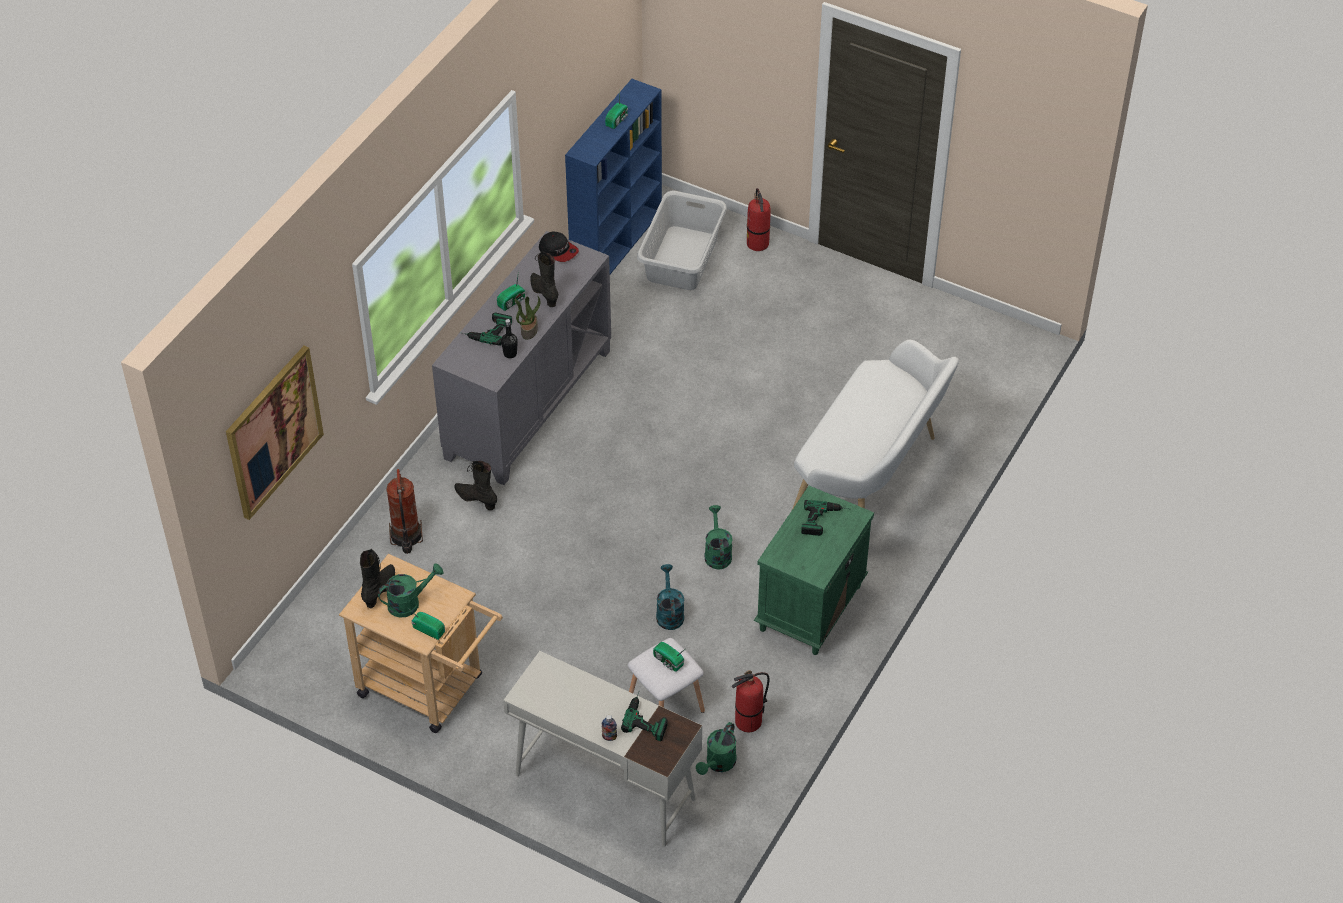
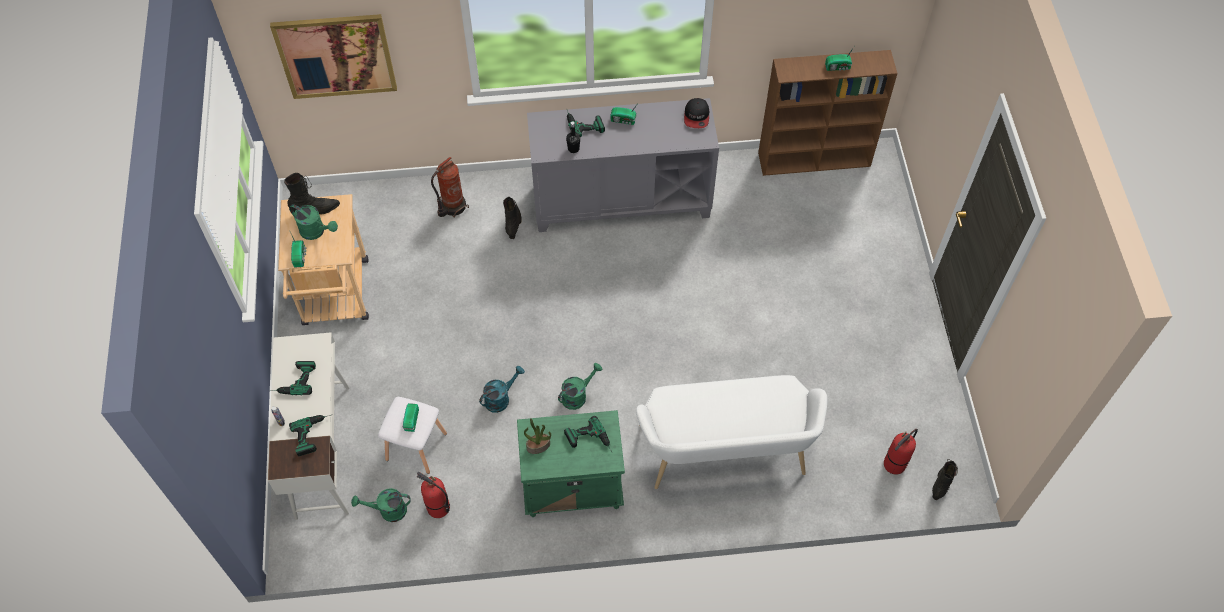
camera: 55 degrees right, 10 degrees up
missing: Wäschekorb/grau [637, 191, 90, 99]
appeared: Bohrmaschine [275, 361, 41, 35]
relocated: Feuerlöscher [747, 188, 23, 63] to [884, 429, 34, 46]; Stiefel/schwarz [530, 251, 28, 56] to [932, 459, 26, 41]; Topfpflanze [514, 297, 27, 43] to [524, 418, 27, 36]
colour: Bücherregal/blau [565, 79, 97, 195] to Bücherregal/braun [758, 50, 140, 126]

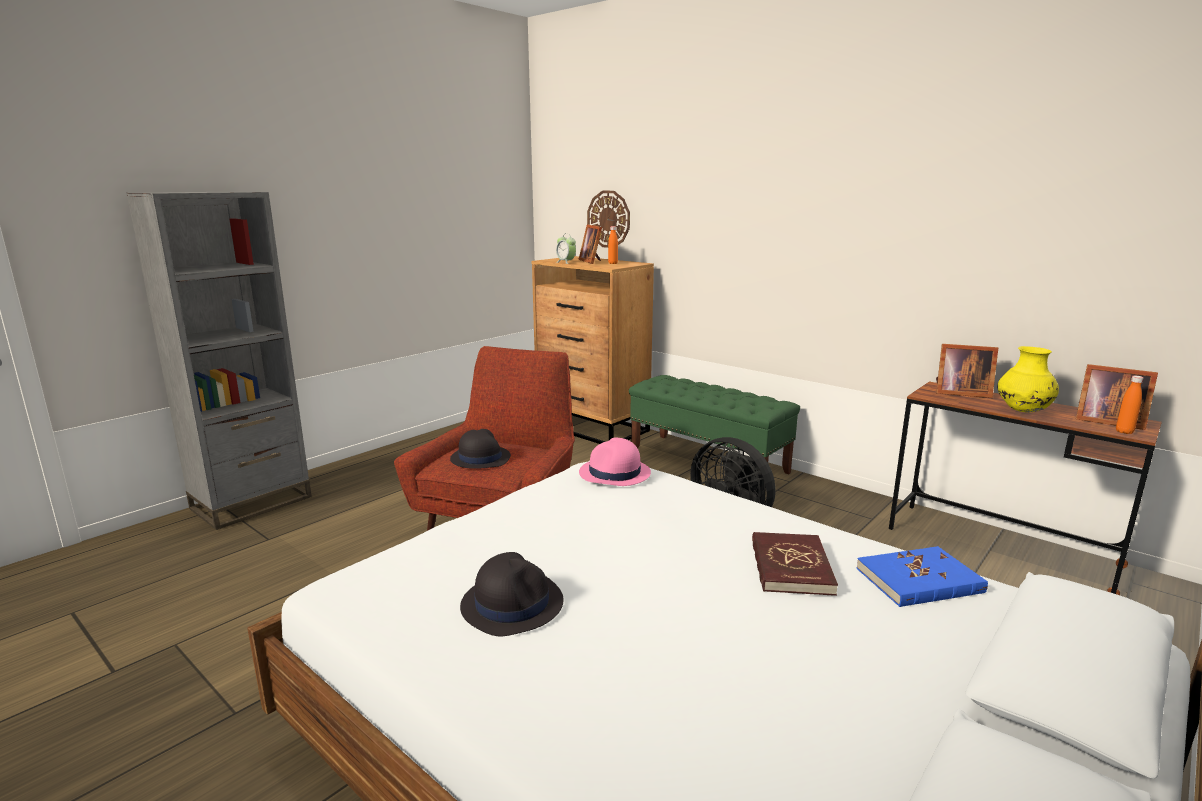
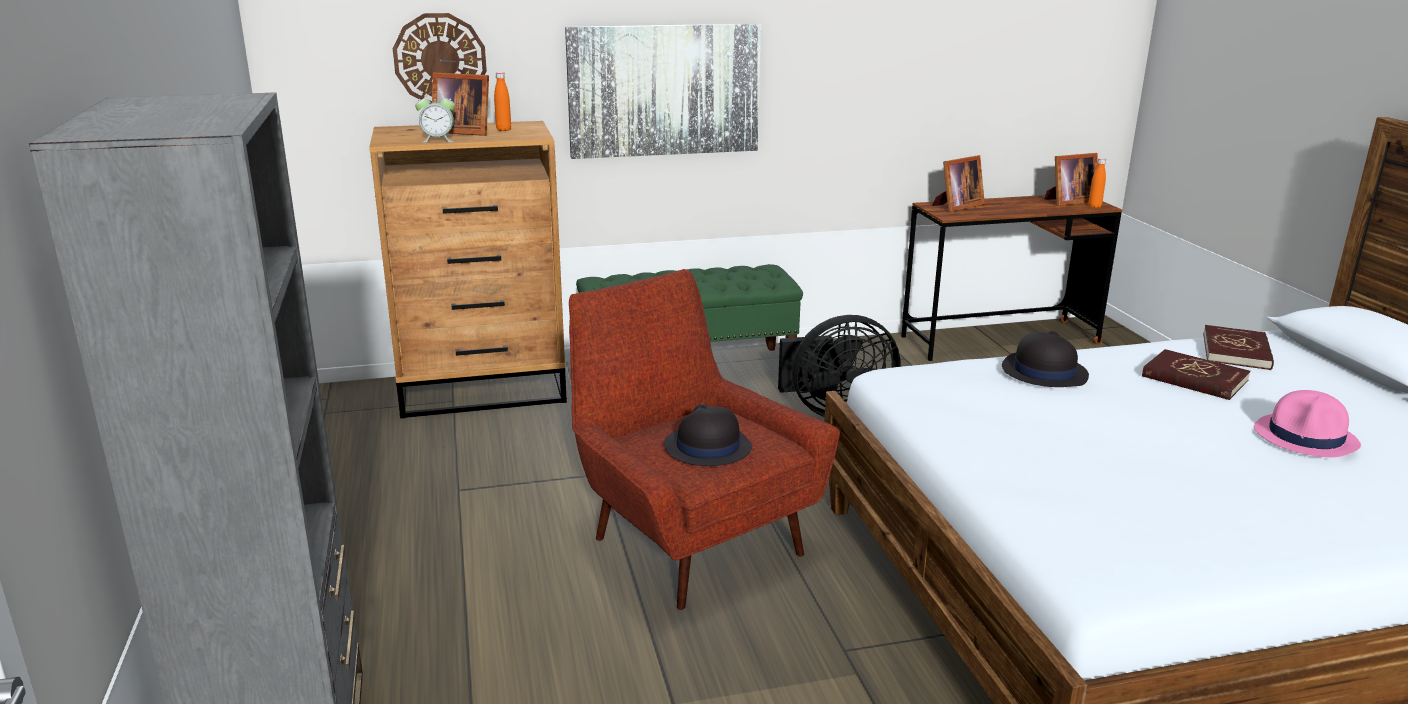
camera: 55 degrees left, 5 degrees up
missing: Vase/gelb [997, 346, 62, 66]
appeared: Bild [565, 24, 196, 135]
relocated: Hut/rosa [579, 438, 72, 48] to [1254, 390, 107, 67]; Hut/schwarz [460, 552, 104, 84] to [1002, 331, 87, 56]
colour: Buch/blau [856, 546, 132, 61] to Buch/rot [1203, 325, 71, 45]

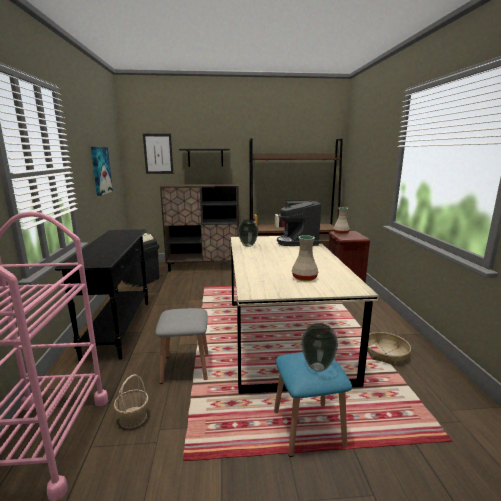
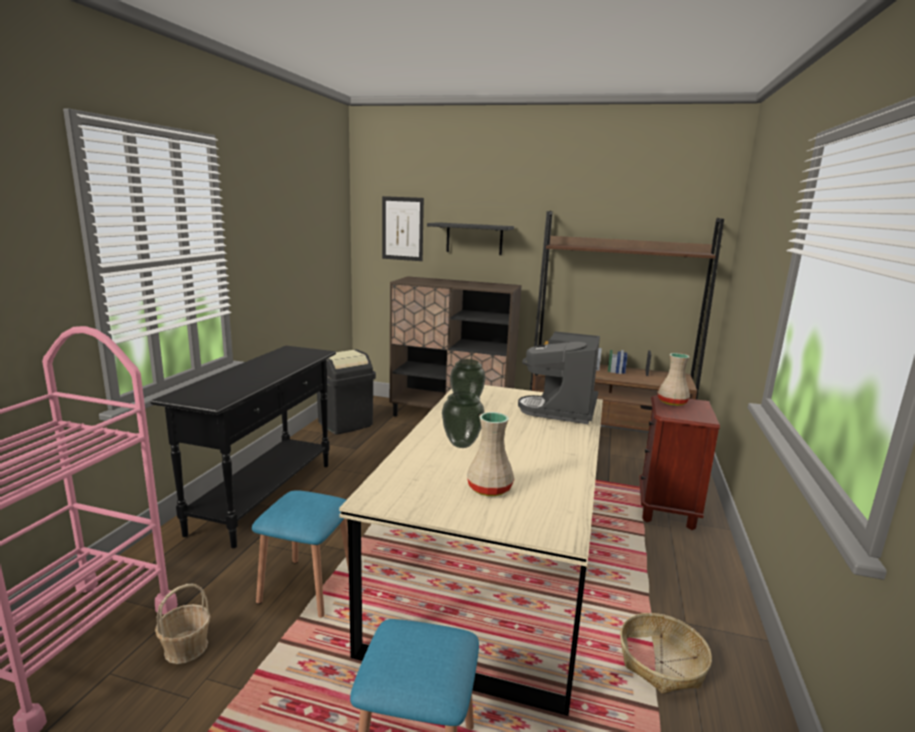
camera: 20 degrees right, 0 degrees up
missing: Bild [91, 147, 22, 49]
relocated: Vase [301, 323, 37, 49] to [442, 391, 43, 57]
colour: Hocker/grau [155, 308, 53, 76] to Hocker/blau [252, 490, 97, 128]

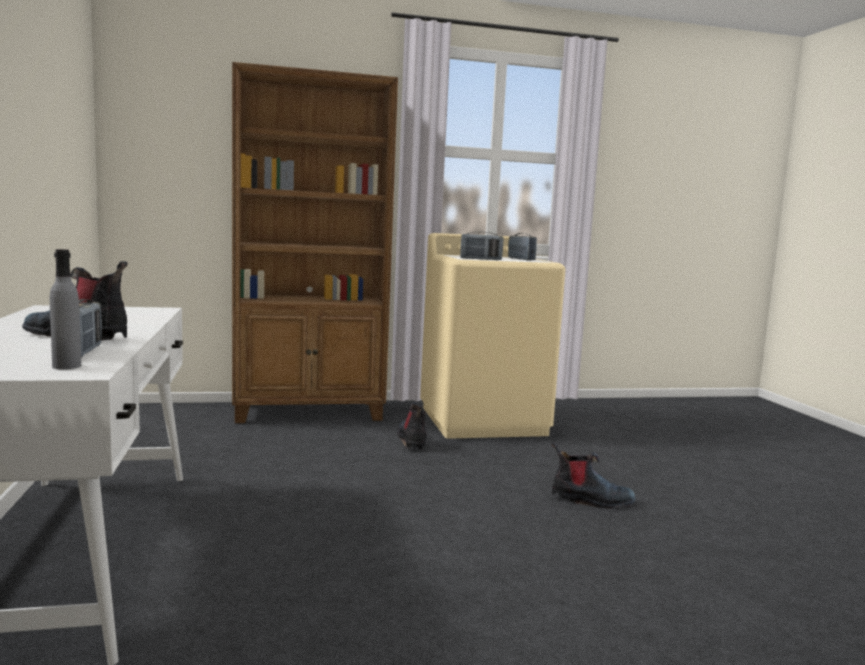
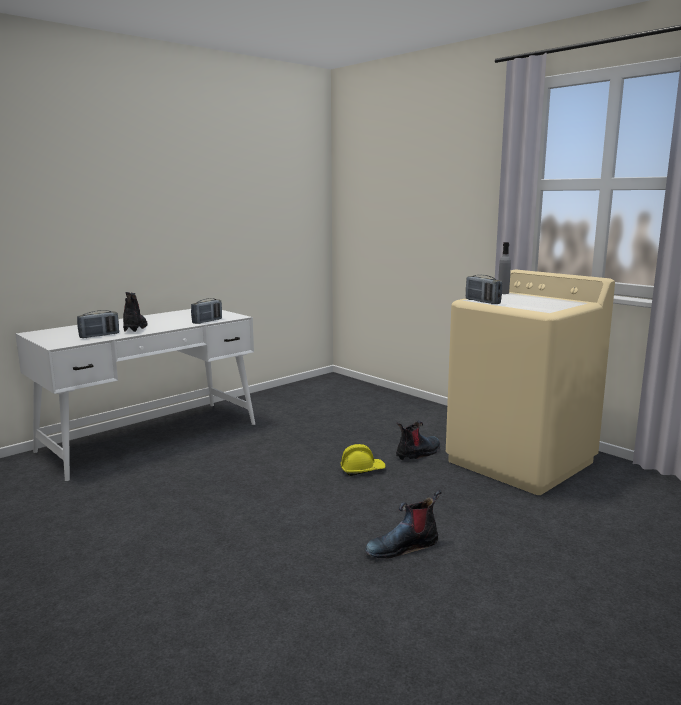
camera: 60 degrees right, 5 degrees up
missing: Bücherregal/braun [232, 62, 166, 361]
appeared: Schutzhelm/gelb [341, 444, 45, 32]
relocated: Radio [508, 233, 29, 28] to [191, 298, 31, 26]; Flasche/grau [50, 249, 31, 120] to [498, 242, 13, 52]
spun: Stiefel [551, 441, 85, 68] = [365, 490, 77, 69] 90 degrees clockwise

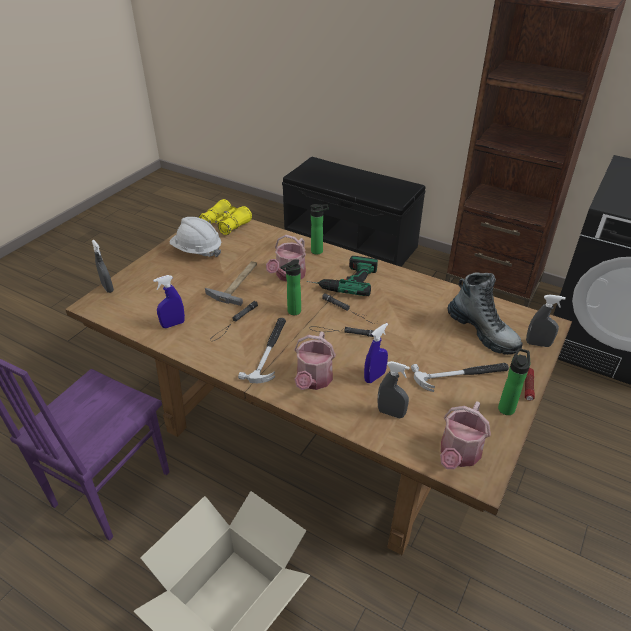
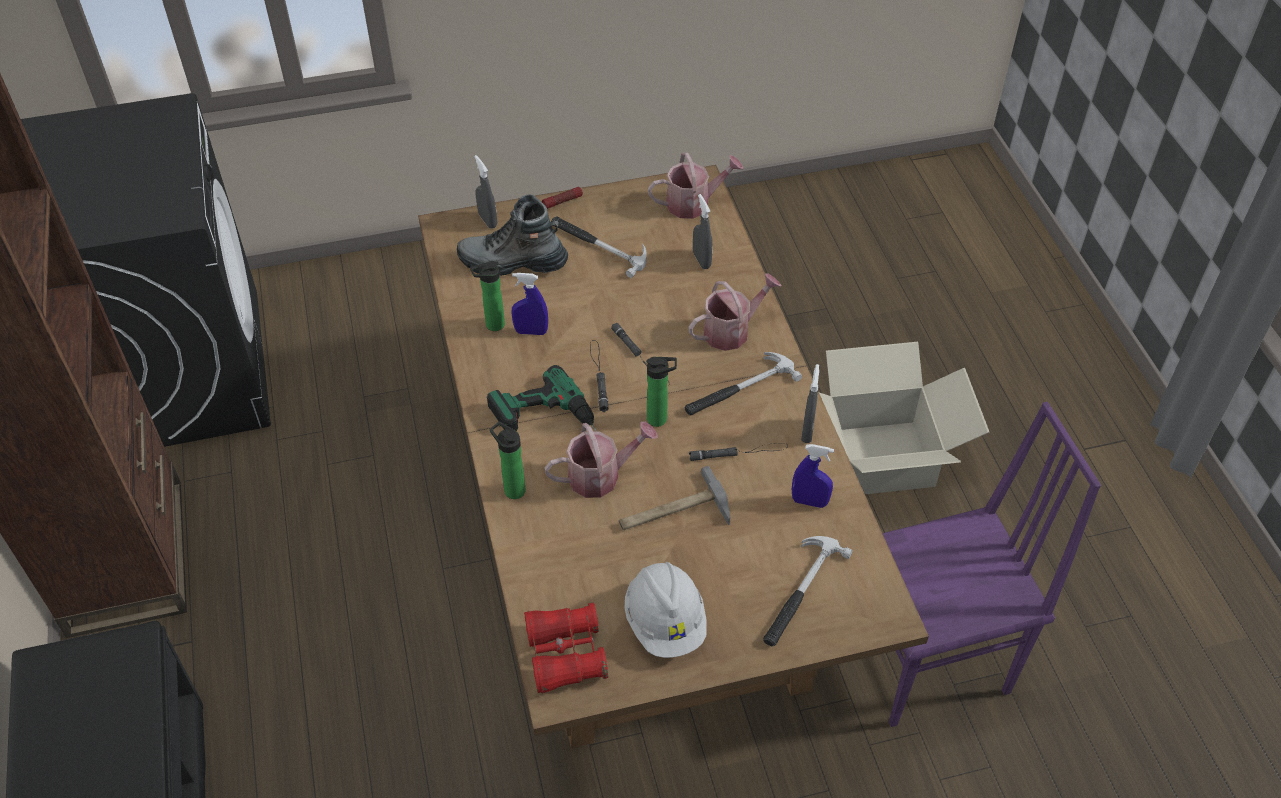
camera: 135 degrees left, 10 degrees up
appeared: Hammer [763, 536, 90, 110]
relocated: Sprühflasche/grau [92, 240, 22, 53] to [801, 364, 18, 79]; Sprühflasche/blau [364, 323, 24, 60] to [511, 273, 37, 62]; Flasche [498, 348, 33, 67] to [470, 261, 35, 70]
colour: Fernglas/gelb [198, 199, 54, 36] to Fernglas/rot [524, 602, 84, 91]
spun: Stiefel [447, 272, 75, 83] = [457, 194, 111, 82] 90 degrees counterclockwise

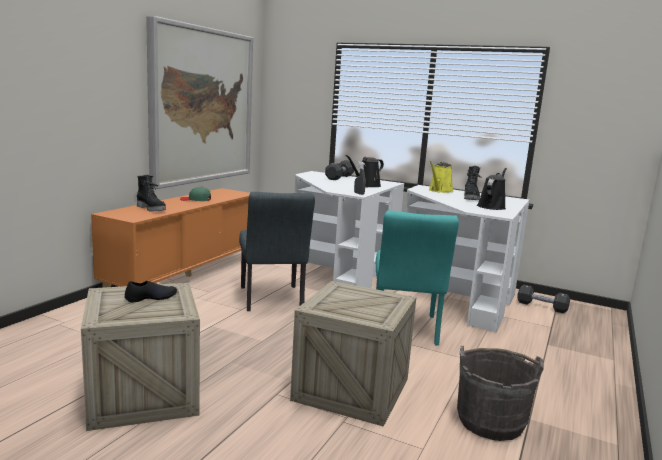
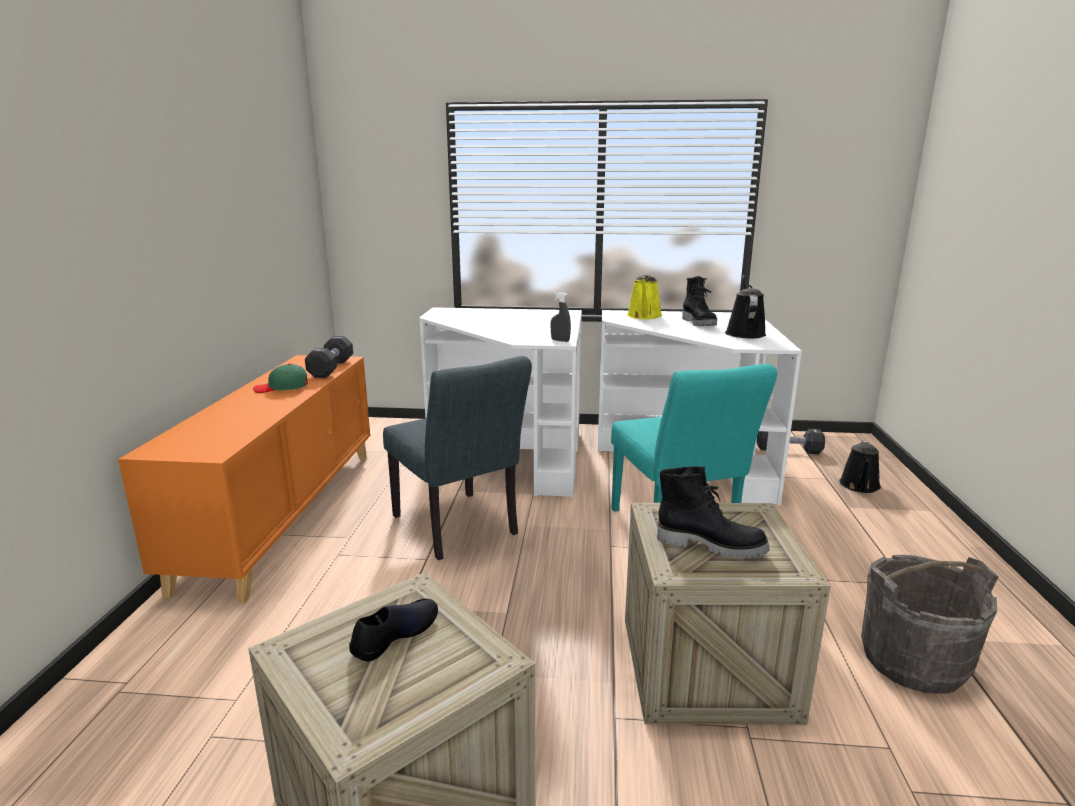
camera: 20 degrees left, 5 degrees up
missing: Bild [146, 16, 107, 173]
relocated: Gießkanne/schwarz [346, 155, 38, 32] to [839, 441, 42, 52]; Hantel/schwarz [325, 160, 29, 20] to [305, 336, 48, 42]; Stiefel/schwarz [137, 175, 29, 37] to [657, 466, 112, 93]

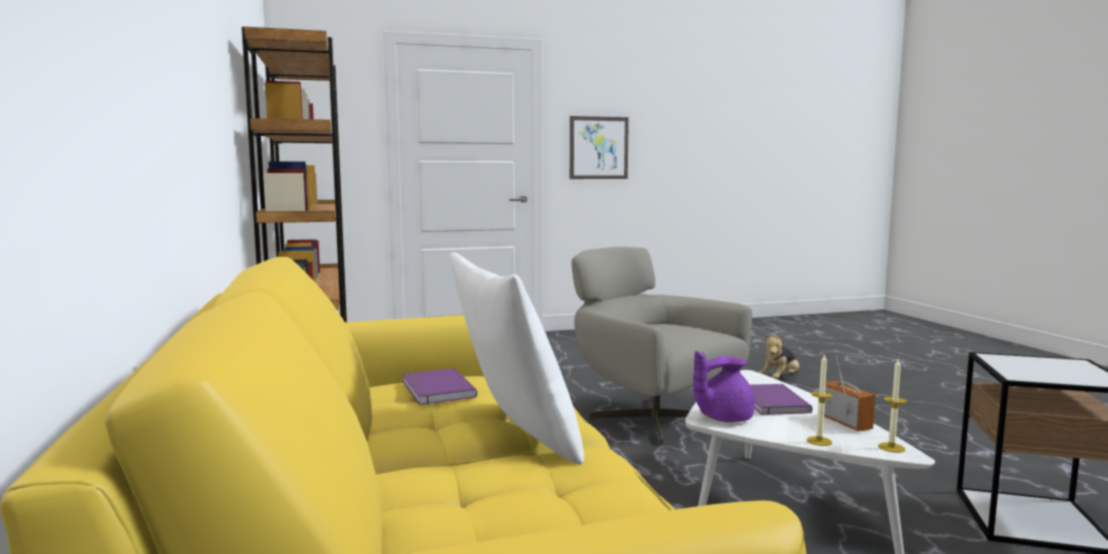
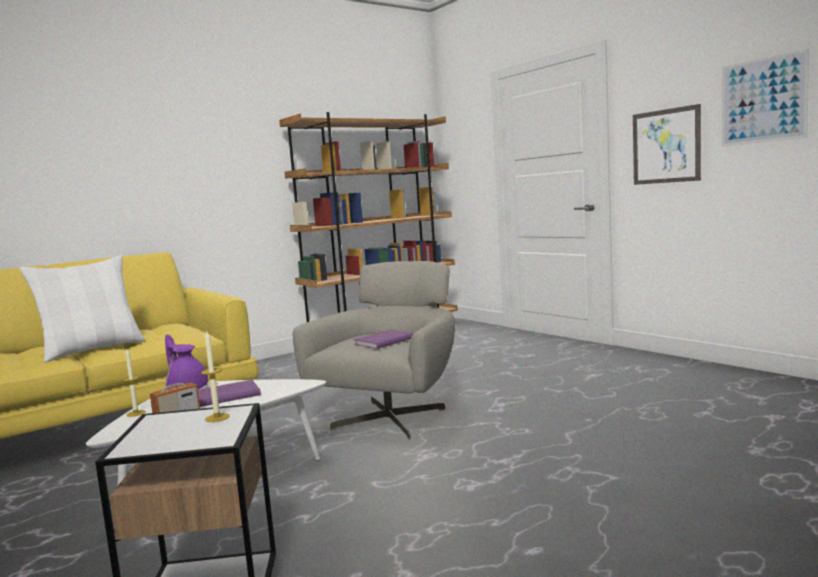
camera: 70 degrees right, 0 degrees up
missing: Plüschtier [758, 334, 41, 45]
appeared: Bild [722, 49, 87, 98]
relocated: Kerze [878, 359, 29, 94] to [201, 330, 29, 92]; Buch/lila [402, 368, 75, 37] to [353, 329, 61, 20]

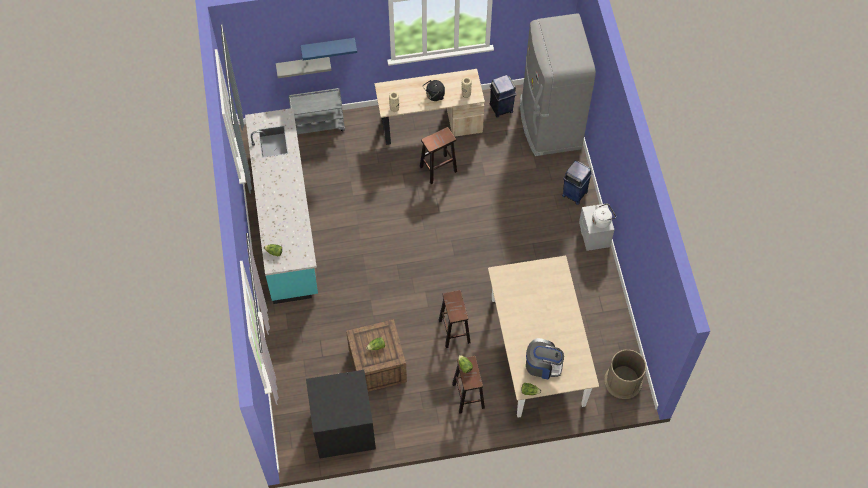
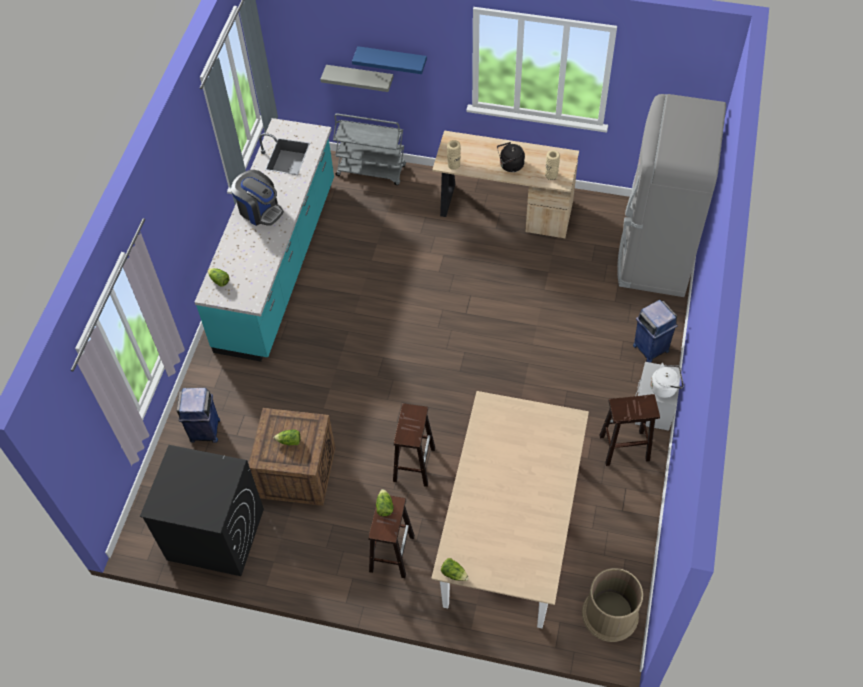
camera: 25 degrees right, 5 degrees down
relocated: Mülleimer/blau [490, 75, 27, 43] to [177, 388, 43, 55]; Hocker/braun [420, 127, 37, 57] to [599, 394, 61, 72]; Kaffeemaschine [526, 338, 38, 41] to [231, 170, 53, 56]

